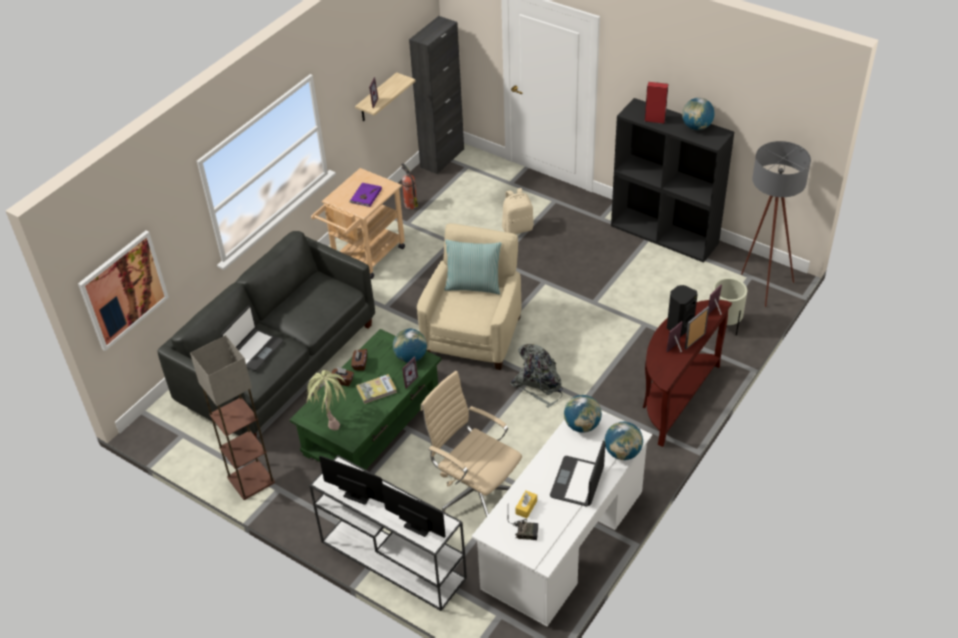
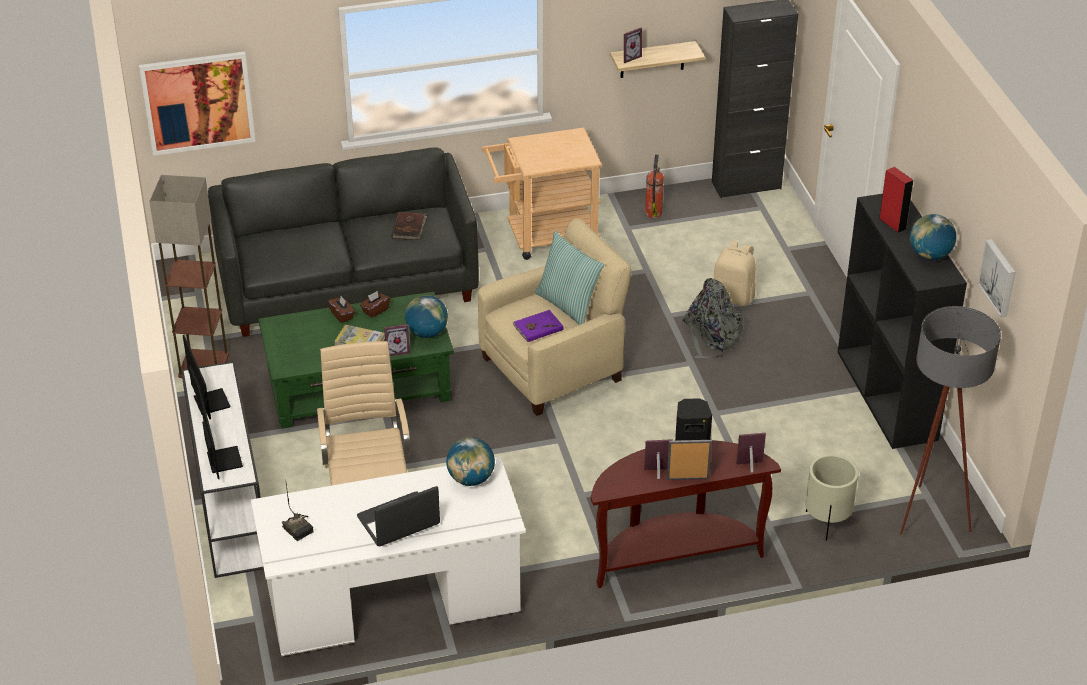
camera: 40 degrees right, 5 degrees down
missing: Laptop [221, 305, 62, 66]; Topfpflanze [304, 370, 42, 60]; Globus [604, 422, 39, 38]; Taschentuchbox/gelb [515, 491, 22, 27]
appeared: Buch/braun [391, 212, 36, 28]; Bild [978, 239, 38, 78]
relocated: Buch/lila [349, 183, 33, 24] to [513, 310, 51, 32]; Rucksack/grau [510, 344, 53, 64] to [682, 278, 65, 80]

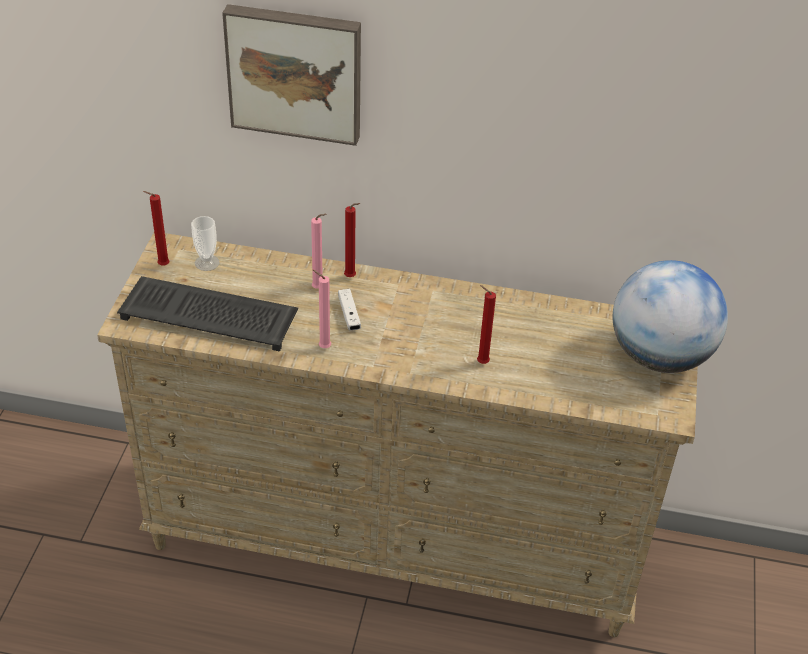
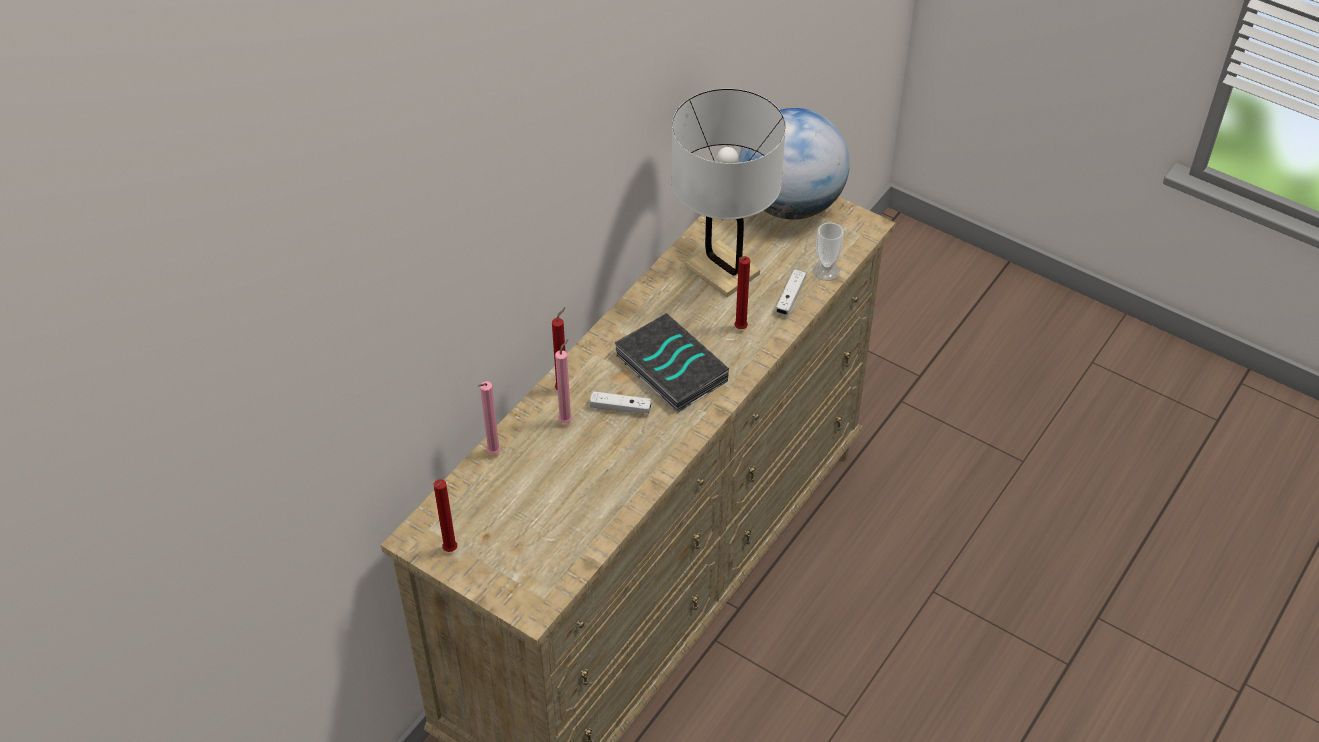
camera: 65 degrees left, 5 degrees up
missing: Bild [222, 4, 139, 142]; Tastatur [117, 276, 181, 76]
appeared: Tischlampe/weiß [672, 89, 114, 208]; Gamepad/weiß [775, 269, 31, 46]; Buch [614, 313, 115, 100]
relocated: Tasse [191, 216, 29, 55] to [813, 222, 31, 59]; Kerze/rosa [313, 270, 18, 78] to [478, 381, 23, 74]

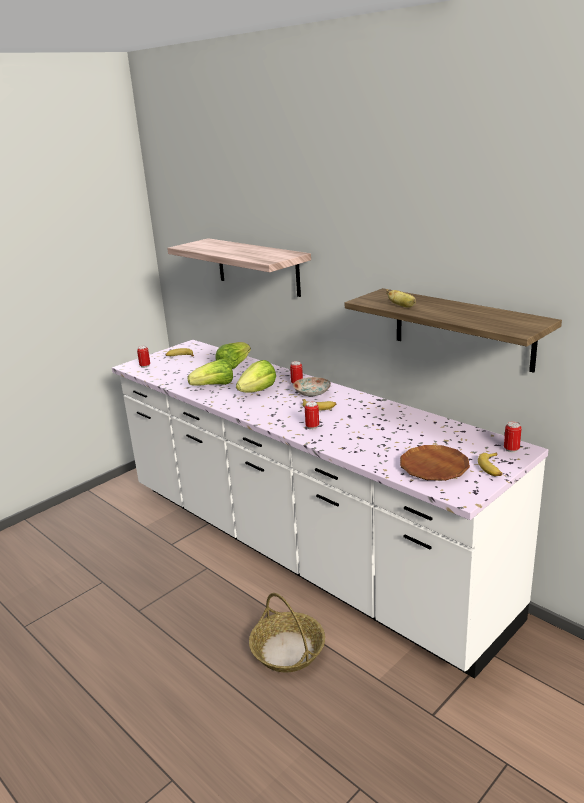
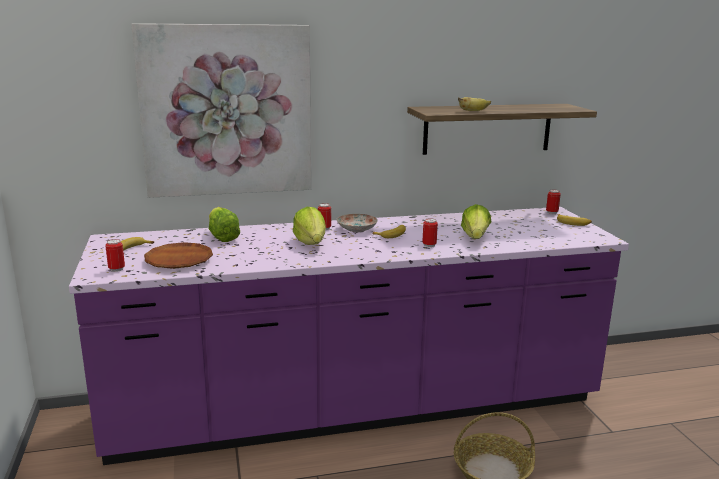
camera: 60 degrees left, 5 degrees down
relocated: Salatkopf [187, 359, 46, 27] to [461, 204, 30, 35]; Teller/braun [400, 445, 70, 36] to [144, 242, 69, 27]
exchanged: Wandregal [167, 238, 144, 59] to Bild [131, 23, 180, 175]
colour: Küchenzeile/weiß [112, 340, 436, 339] to Küchenzeile/lila [69, 207, 560, 258]

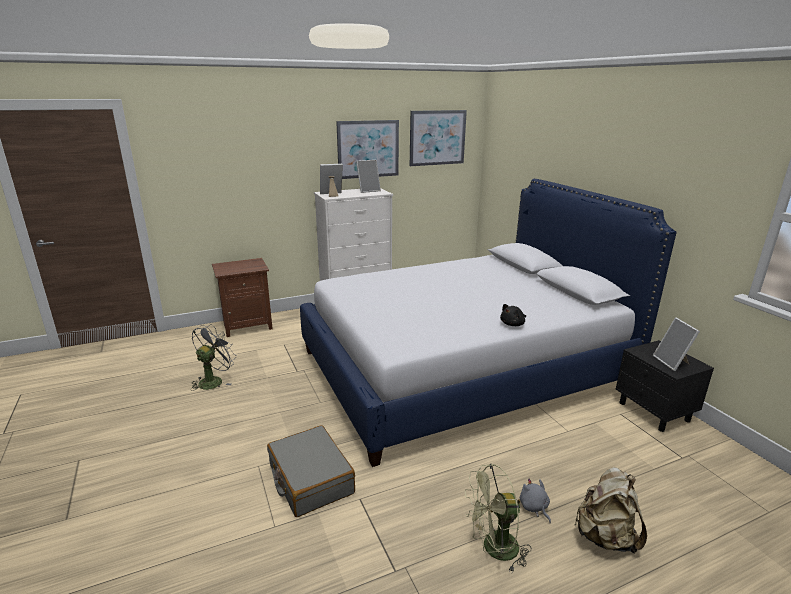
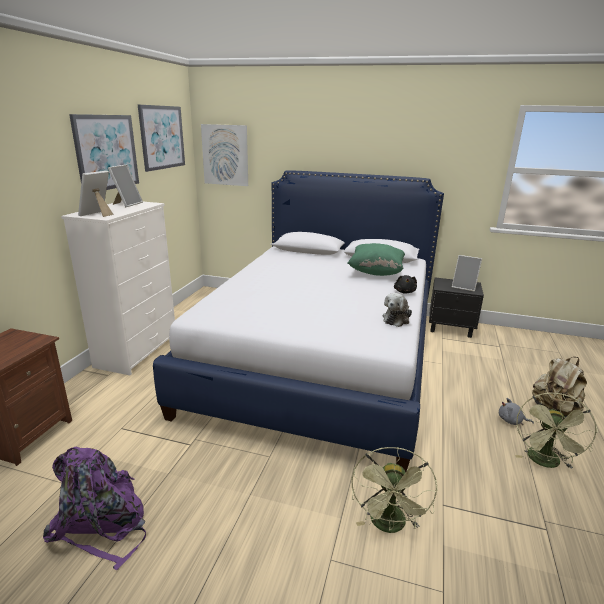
camera: 50 degrees left, 0 degrees up
appeared: Bild [201, 124, 47, 62]; Kissen/grün [347, 243, 58, 33]; Plüschtier [383, 293, 29, 34]
exchanged: Ventilator/grau [191, 324, 46, 67] to Rucksack/lila [43, 446, 103, 125]; Koffer/grau [267, 425, 88, 92] to Ventilator/grün [351, 447, 87, 86]

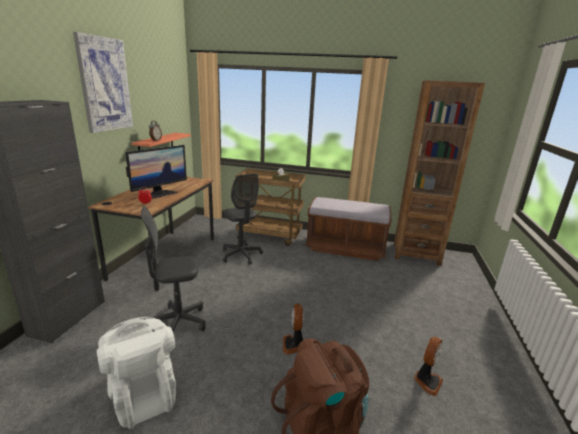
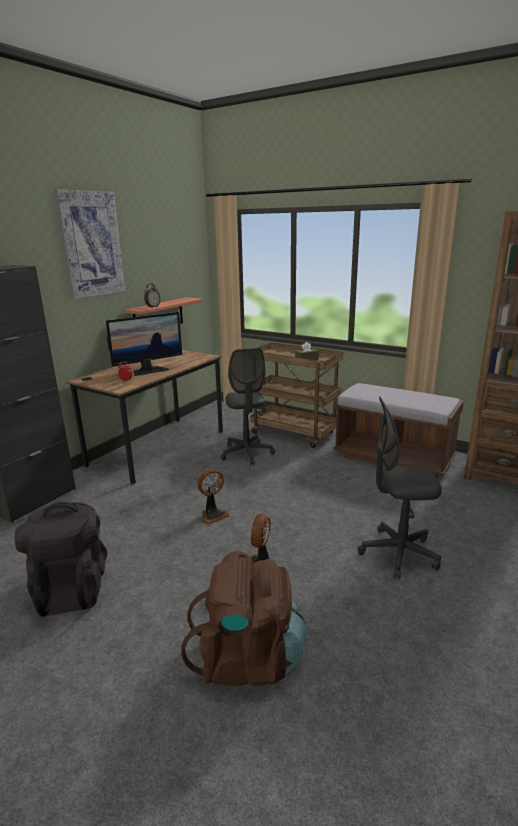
camera: 20 degrees right, 0 degrees up
relocated: Bürostuhl/grau [141, 206, 64, 125] to [357, 397, 85, 182]; Ventilator [414, 337, 29, 59] to [197, 469, 33, 56]
colour: Rucksack/weiß [97, 317, 79, 112] to Rucksack/schwarz [15, 502, 93, 115]

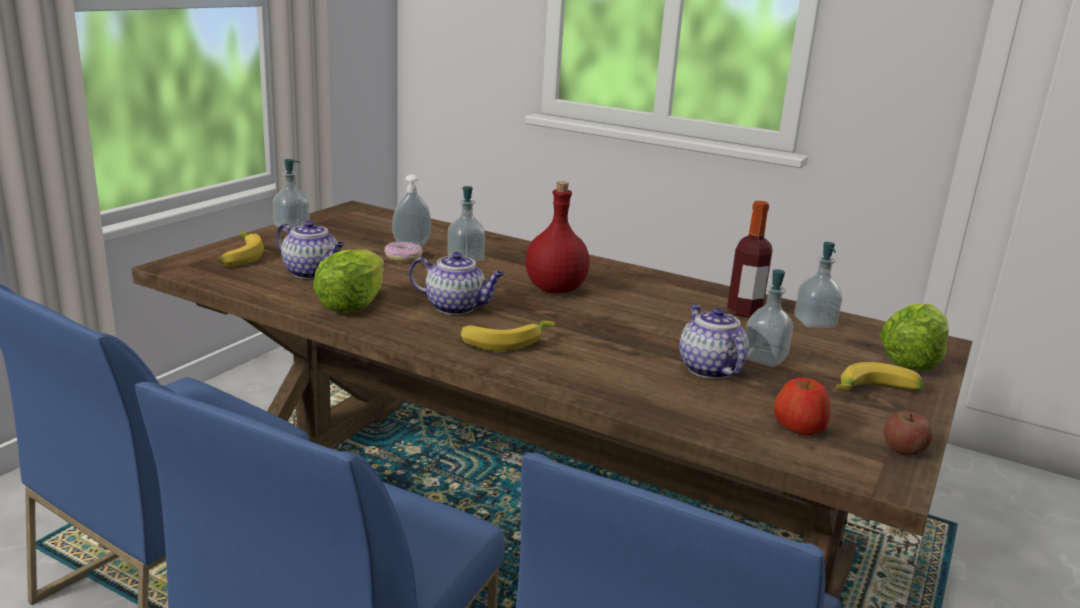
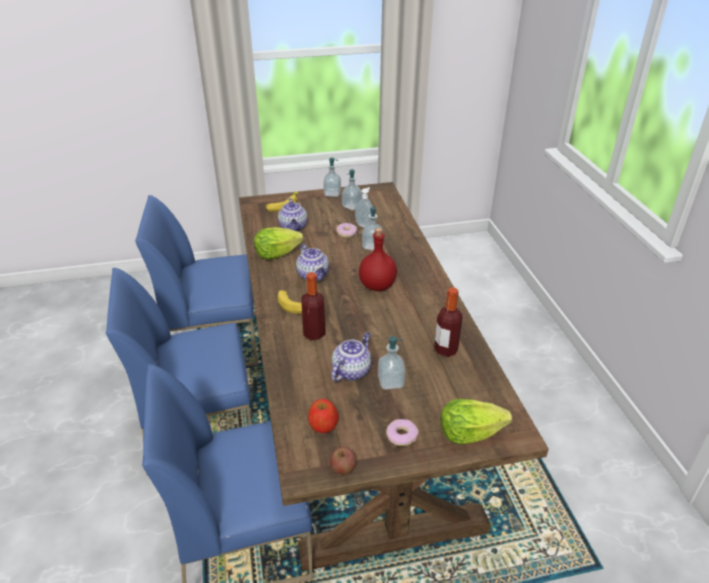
camera: 50 degrees right, 15 degrees up
appeared: Flasche [301, 272, 24, 68]
relocated: Seifenspender [794, 242, 48, 86] to [342, 169, 20, 41]
exchanged: Banane [836, 362, 88, 29] to Donut [386, 419, 33, 27]

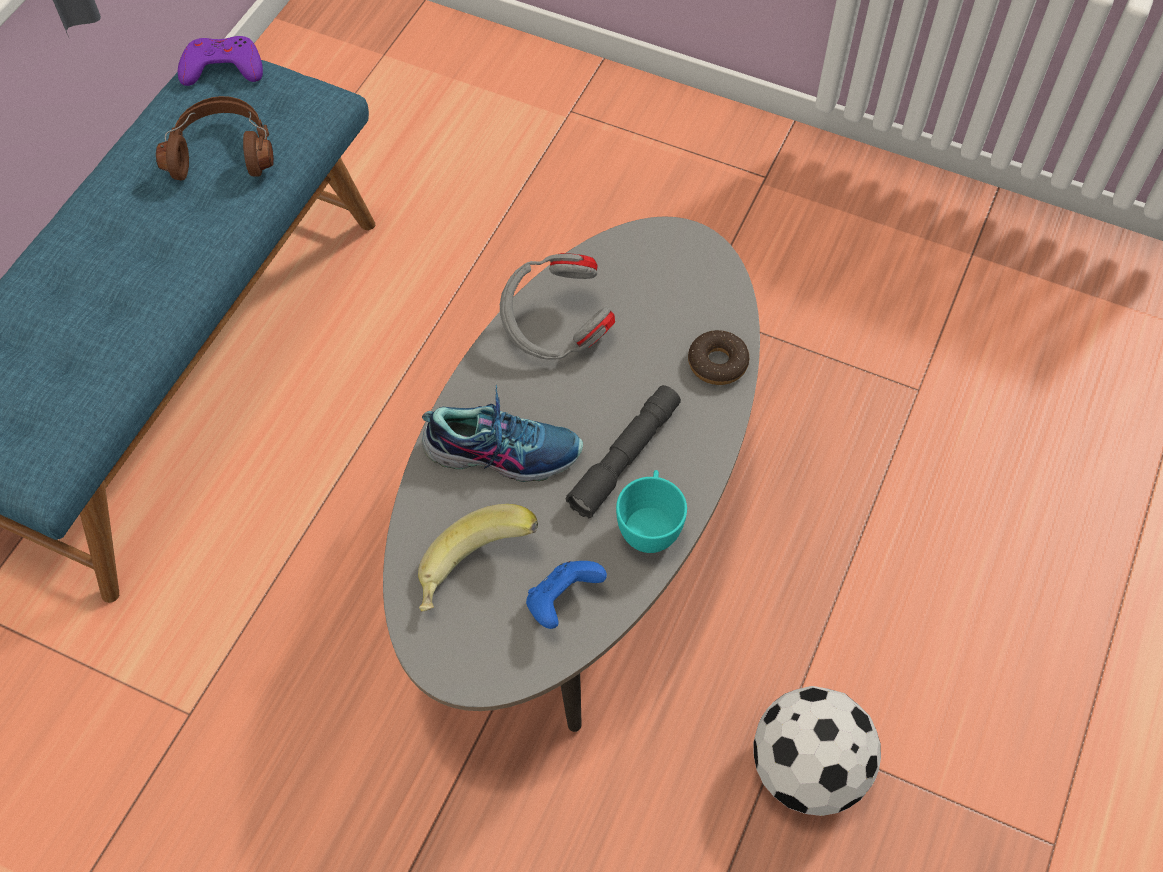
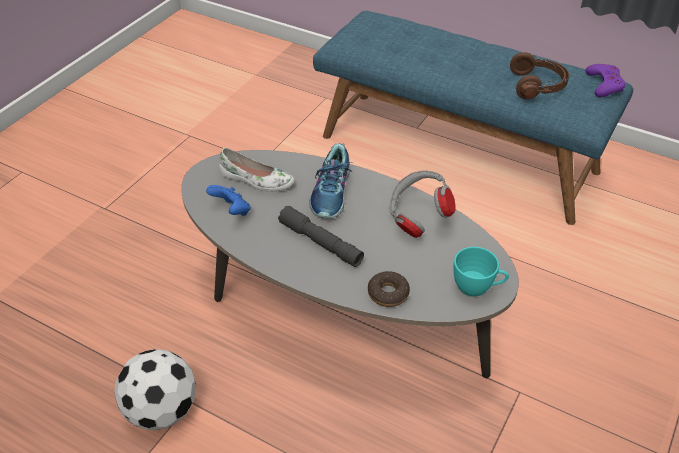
camera: 95 degrees right, 15 degrees down
relocated: Tasse/türkis [616, 470, 71, 83] to [454, 247, 55, 50]
exchanged: Banane [418, 504, 120, 107] to Schuh/weiß [219, 148, 76, 44]

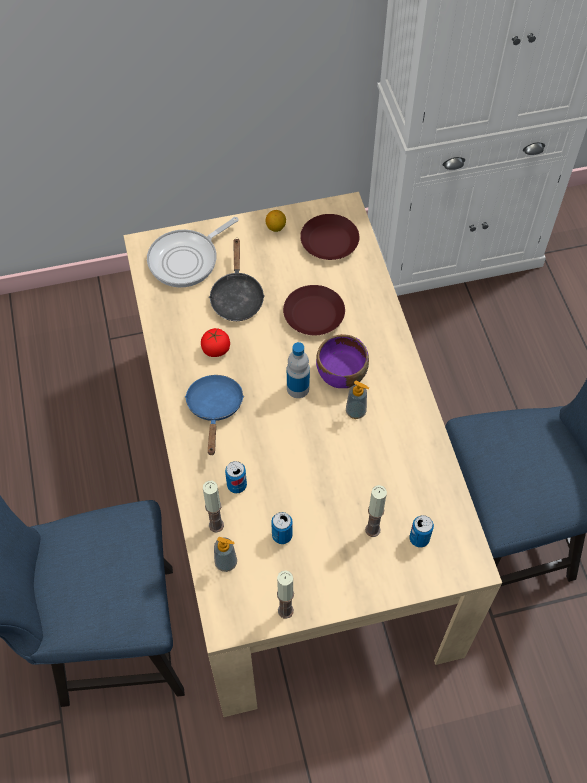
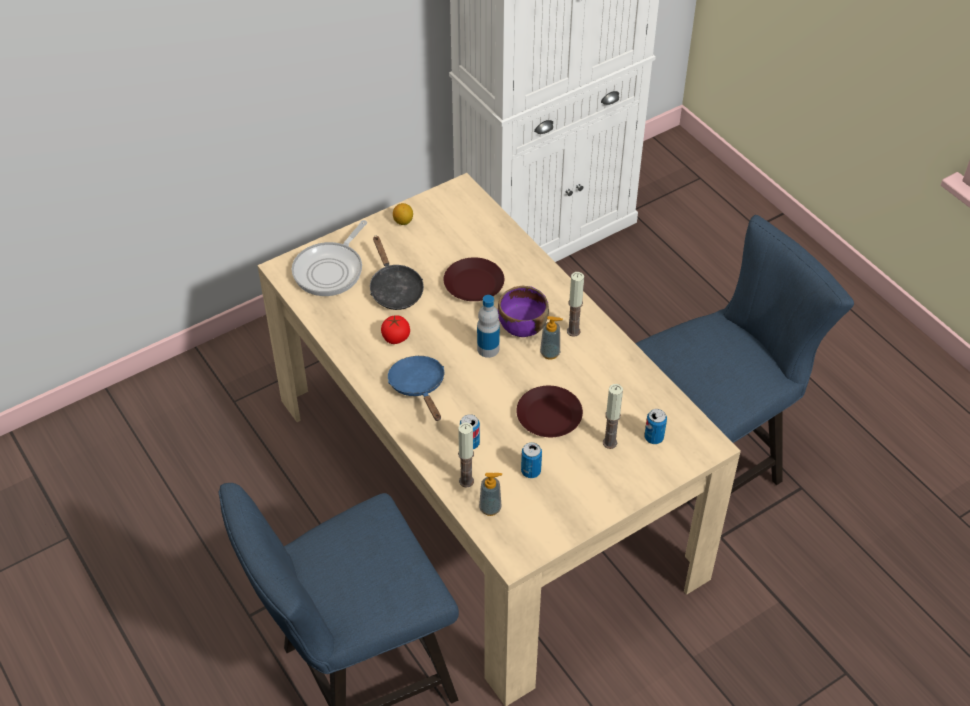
camera: 20 degrees left, 10 degrees down
relocated: Teller/braun [300, 214, 59, 46] to [516, 386, 67, 51]; Kerze [277, 570, 17, 49] to [567, 272, 17, 65]

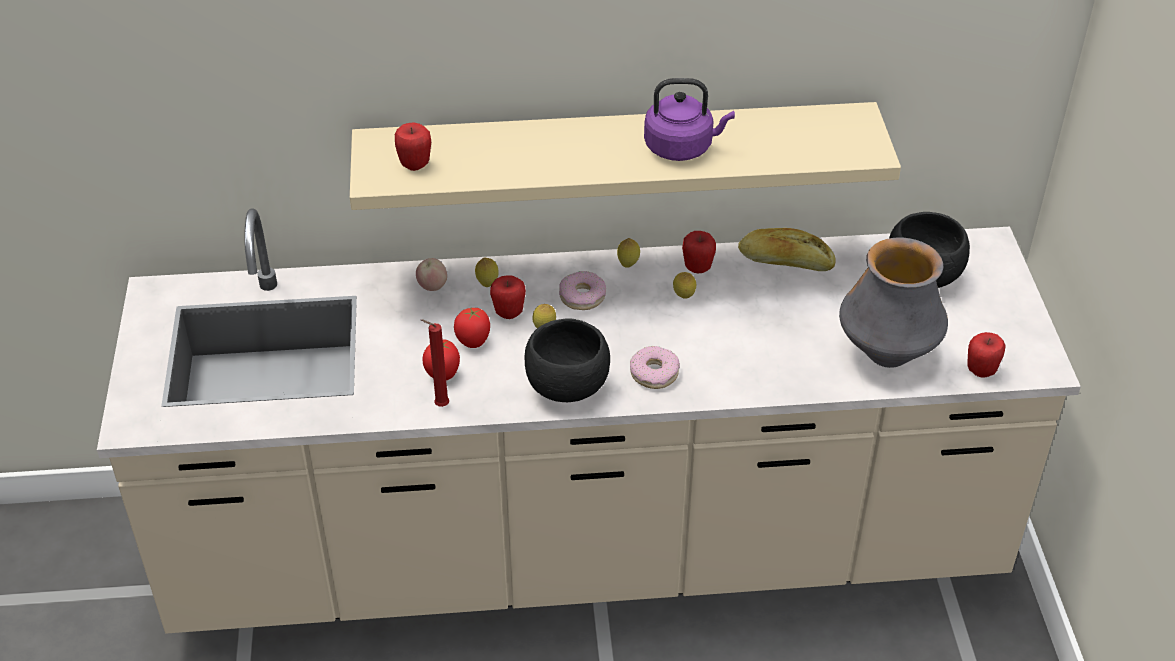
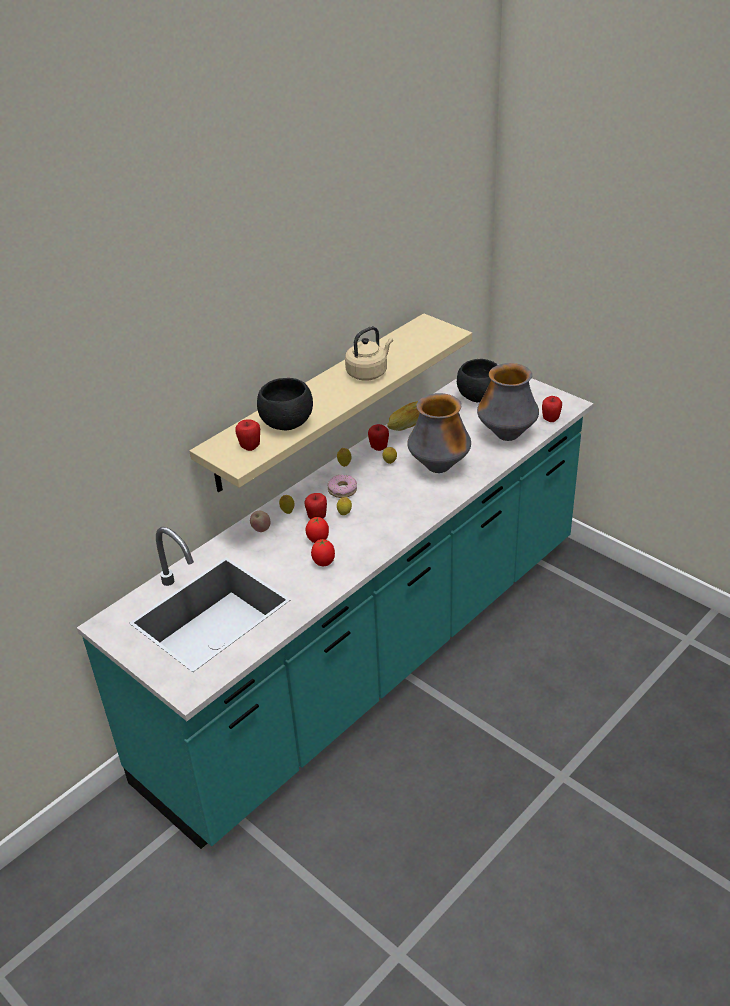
camera: 40 degrees left, 5 degrees down
missing: Kerze/rot [421, 319, 28, 88]; Donut [630, 346, 50, 43]
appeared: Vase [407, 393, 64, 80]
relocated: Schüssel/schwarz [525, 318, 85, 84] to [257, 378, 56, 52]
colour: Wasserkessel/lila [644, 78, 91, 83] to Wasserkessel/beige [345, 326, 48, 55]; Küchenzeile/beige [97, 208, 984, 426] to Küchenzeile/türkis [77, 364, 517, 485]

